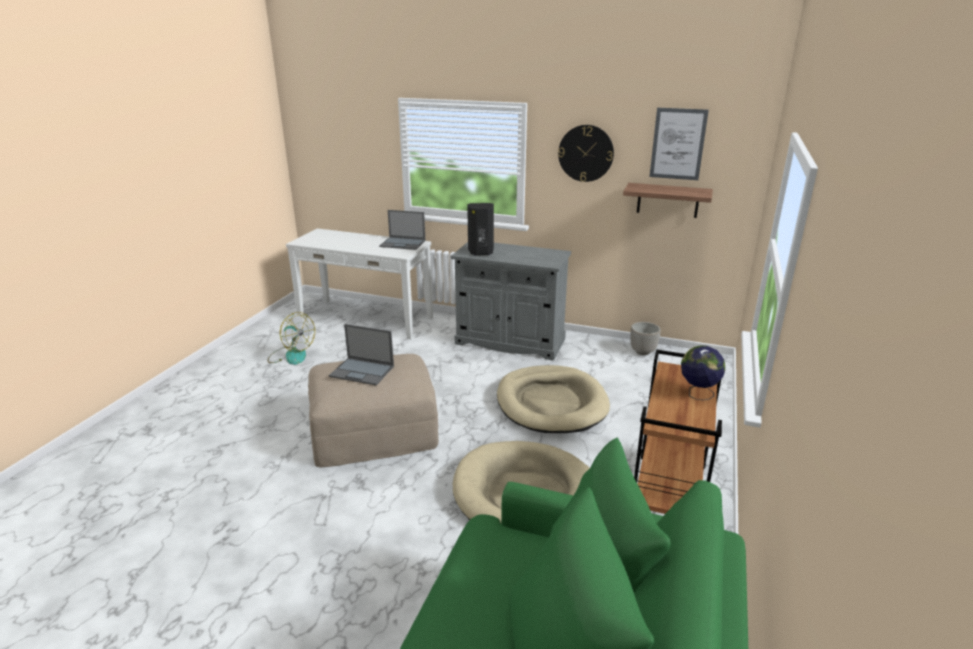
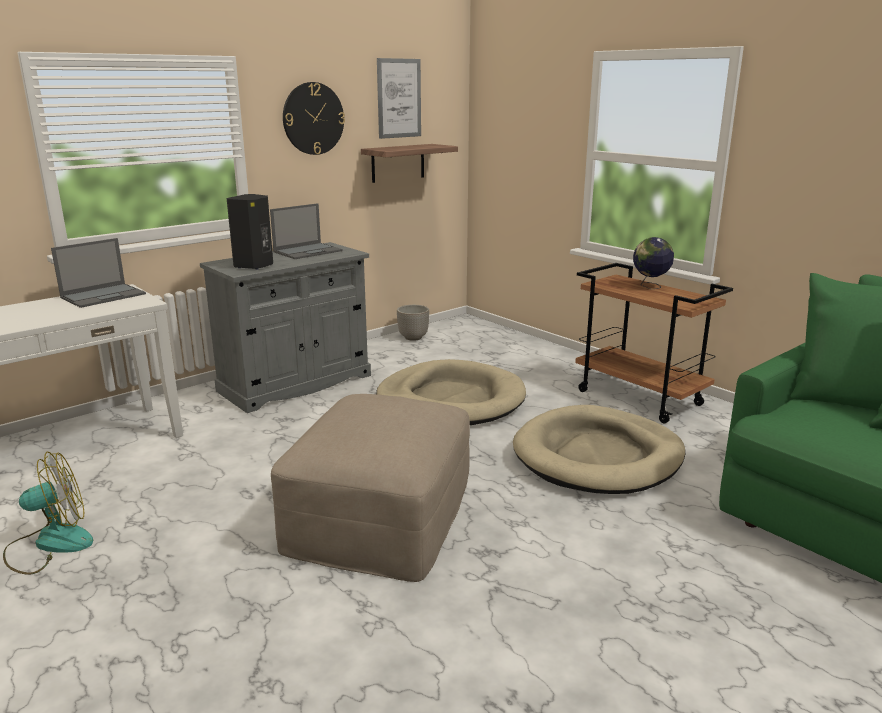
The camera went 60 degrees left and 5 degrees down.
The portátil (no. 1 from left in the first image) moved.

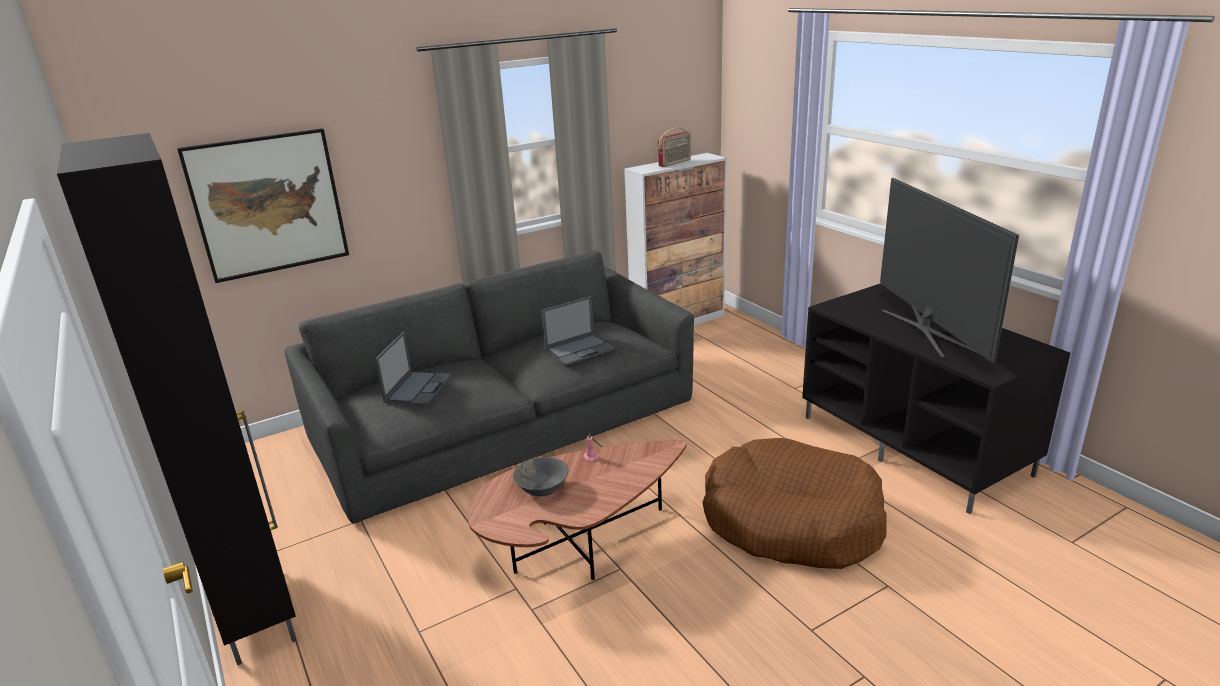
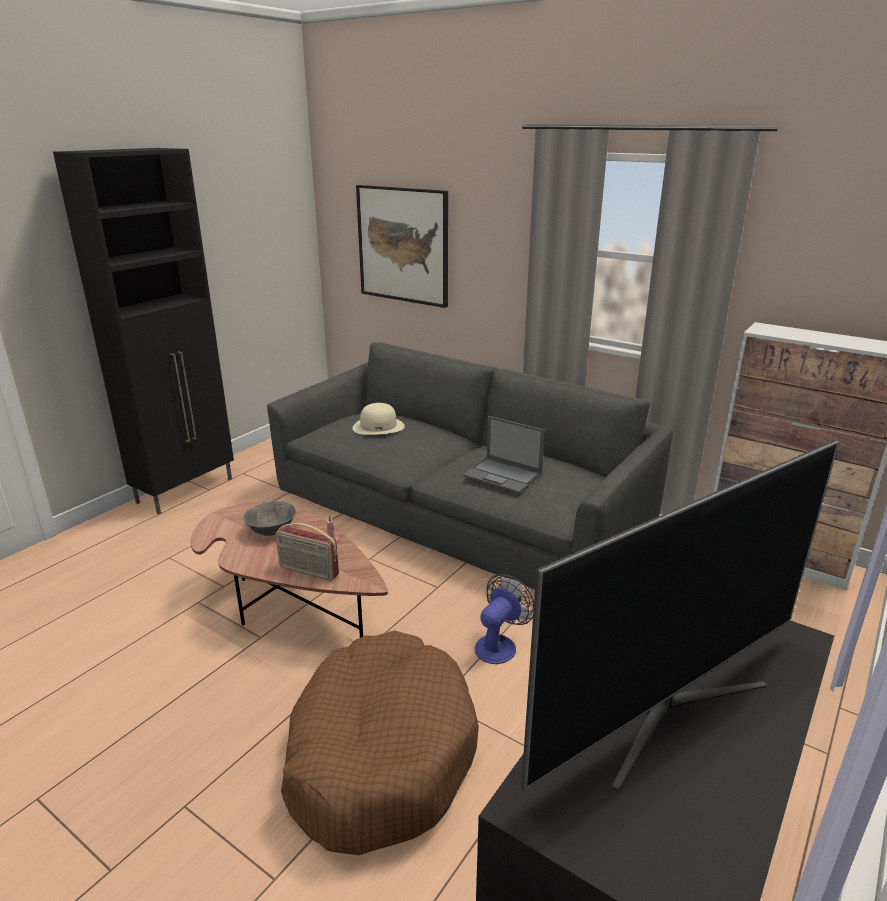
The camera went 65 degrees right and 0 degrees up.
The ventilador appeared.
The radio moved.
The portátil (no. 1 from left) was replaced by the sombrero (beis).

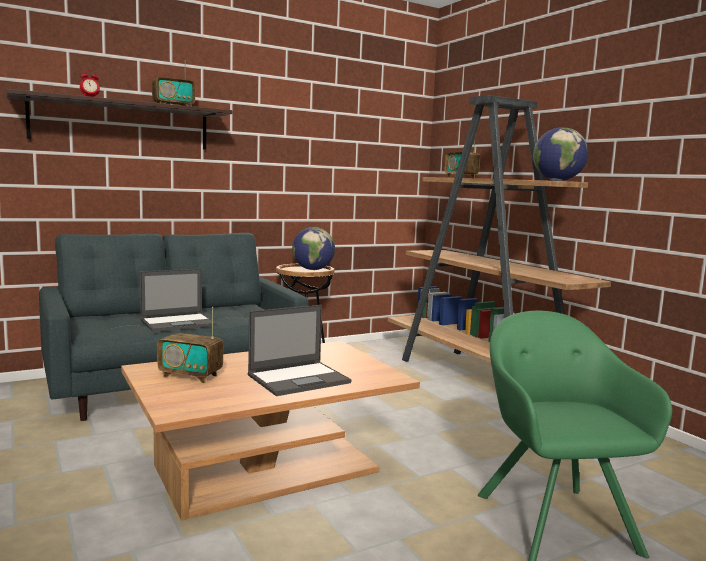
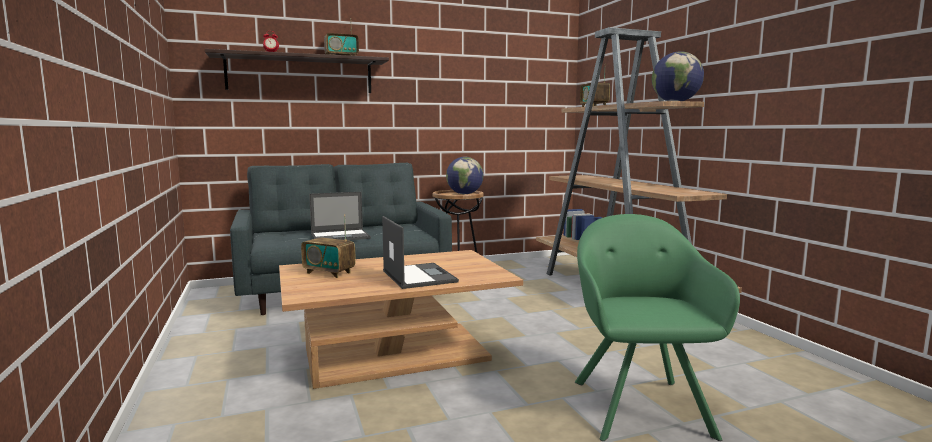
The camera went 10 degrees right and 0 degrees up.
The portátil (no. 2 from left) turned 90 degrees counterclockwise.

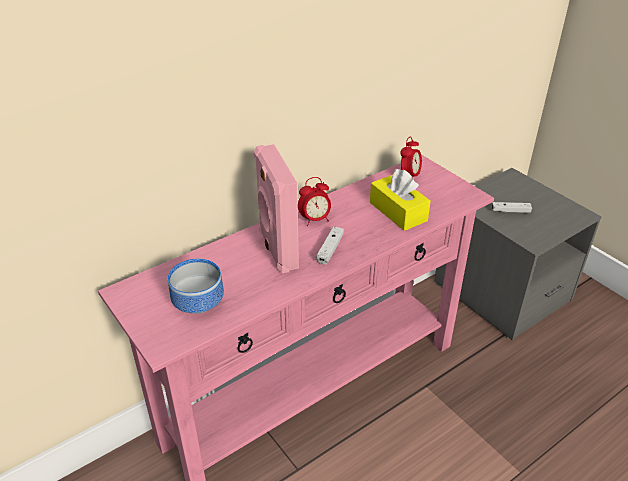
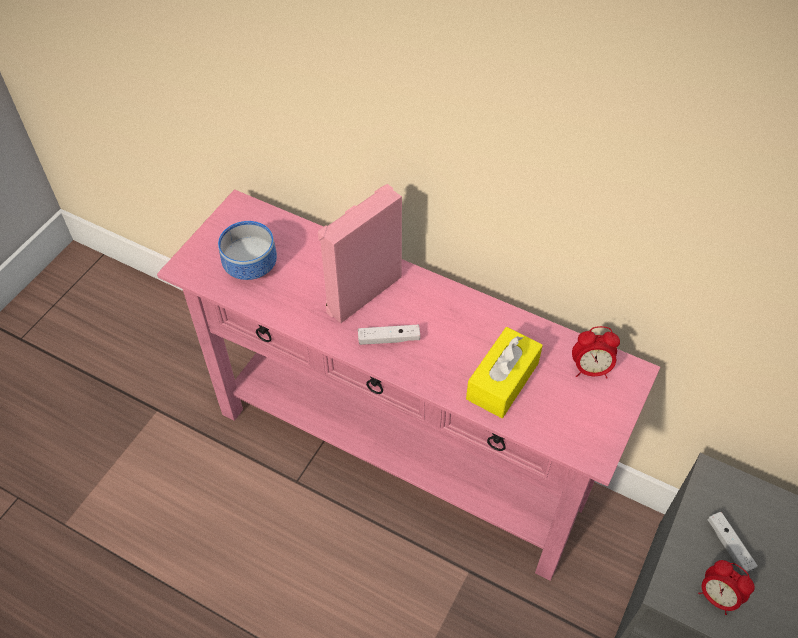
The camera went 65 degrees right and 15 degrees up.
The despertador (no. 1 from left in the first image) moved.

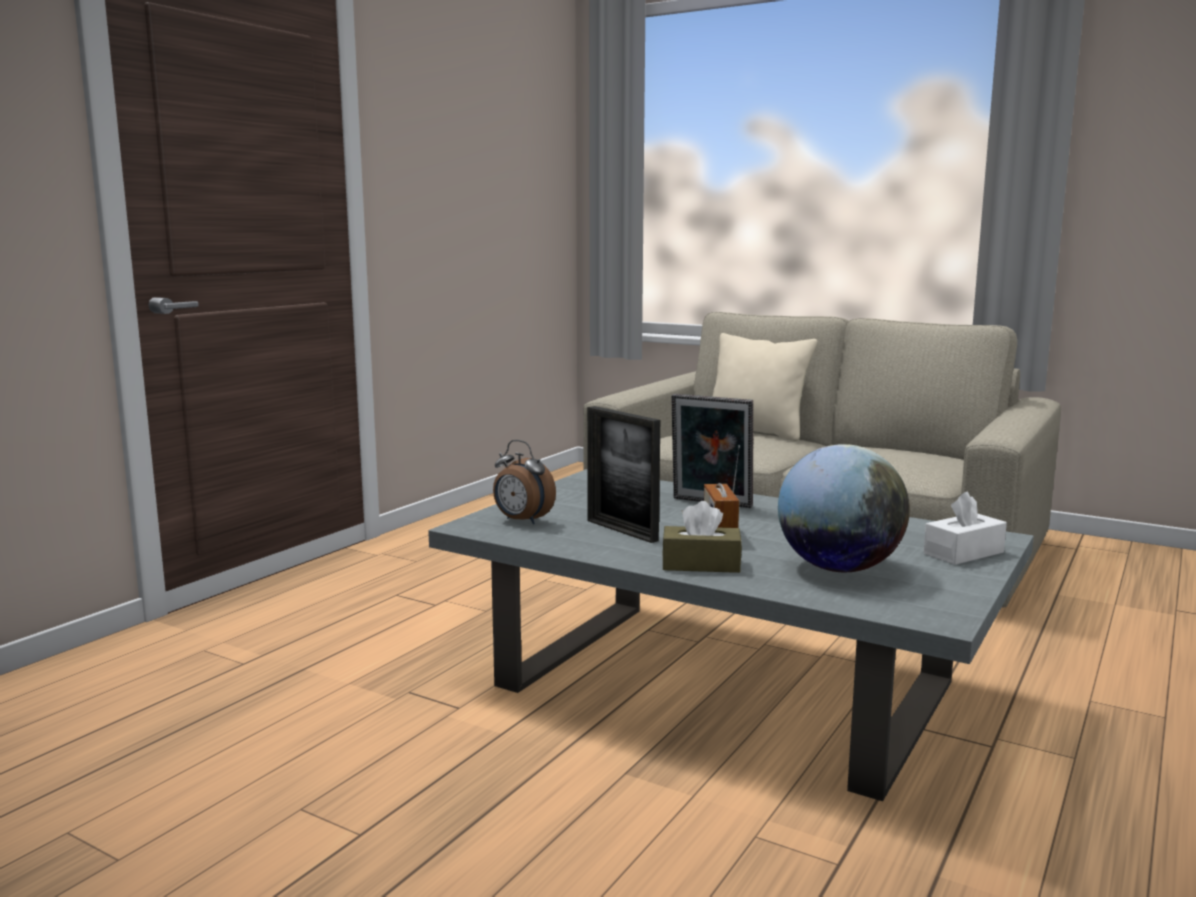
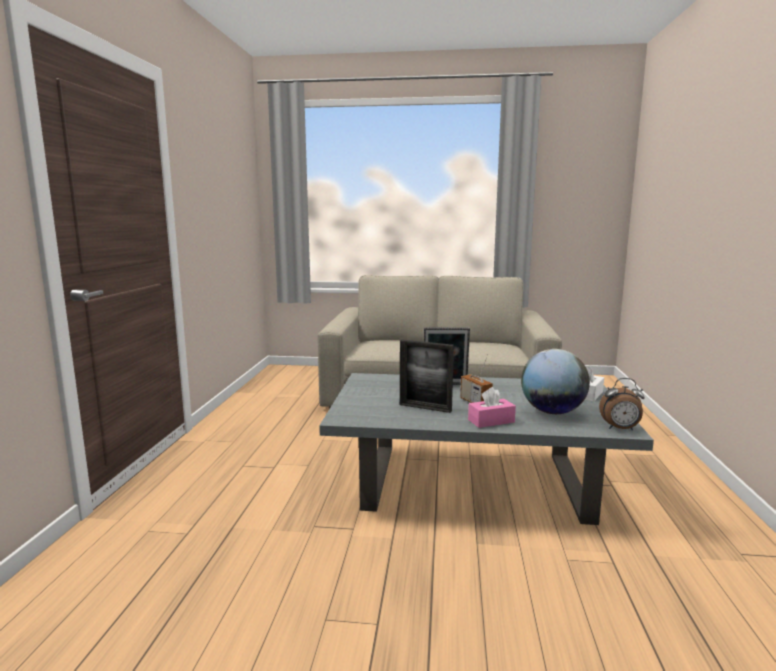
The camera went 25 degrees left and 0 degrees up.
The cojín (beis) disappeared.
The despertador moved.
The caja de pañuelos (marrón) became the caja de pañuelos (rosa).

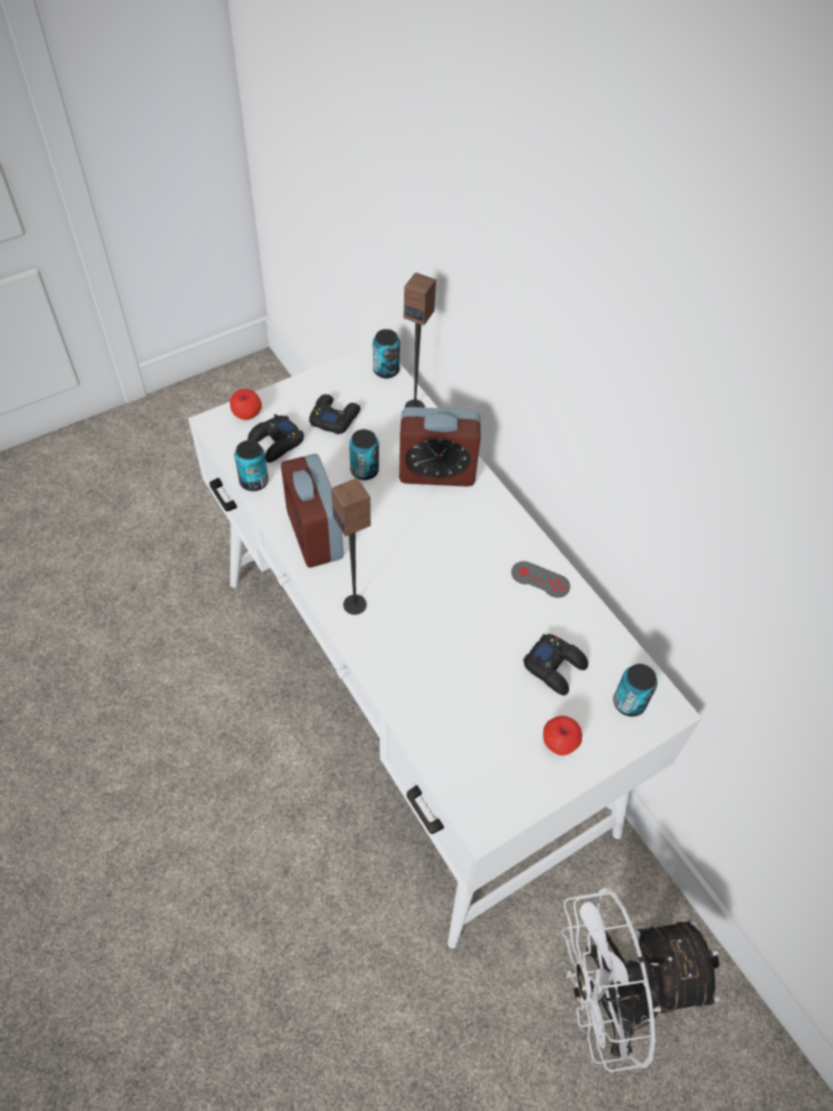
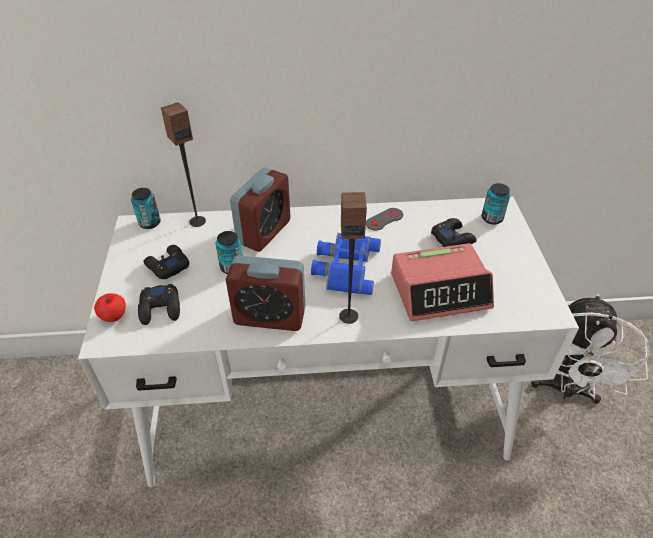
The camera went 60 degrees left and 10 degrees down.
The lata (no. 1 from left) disappeared.
The manzana (no. 2 from left) disappeared.
The prismáticos (azul) appeared.
The despertador (no. 3 from left) appeared.

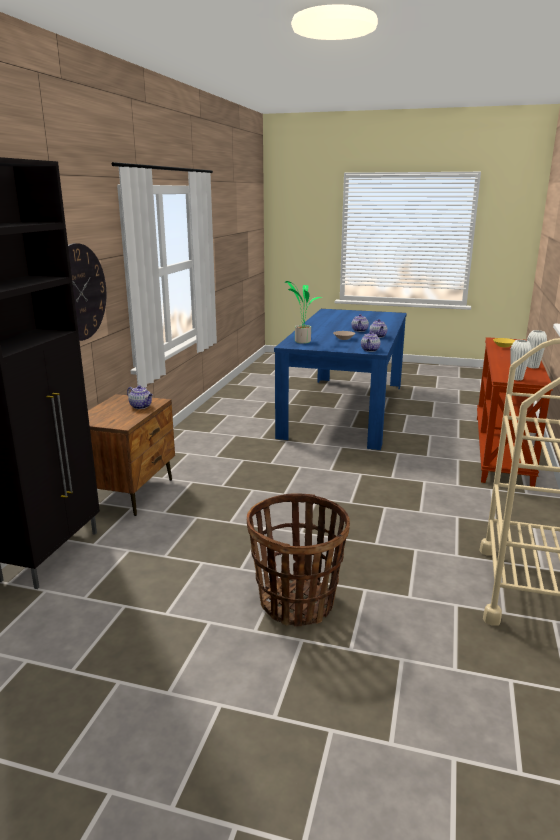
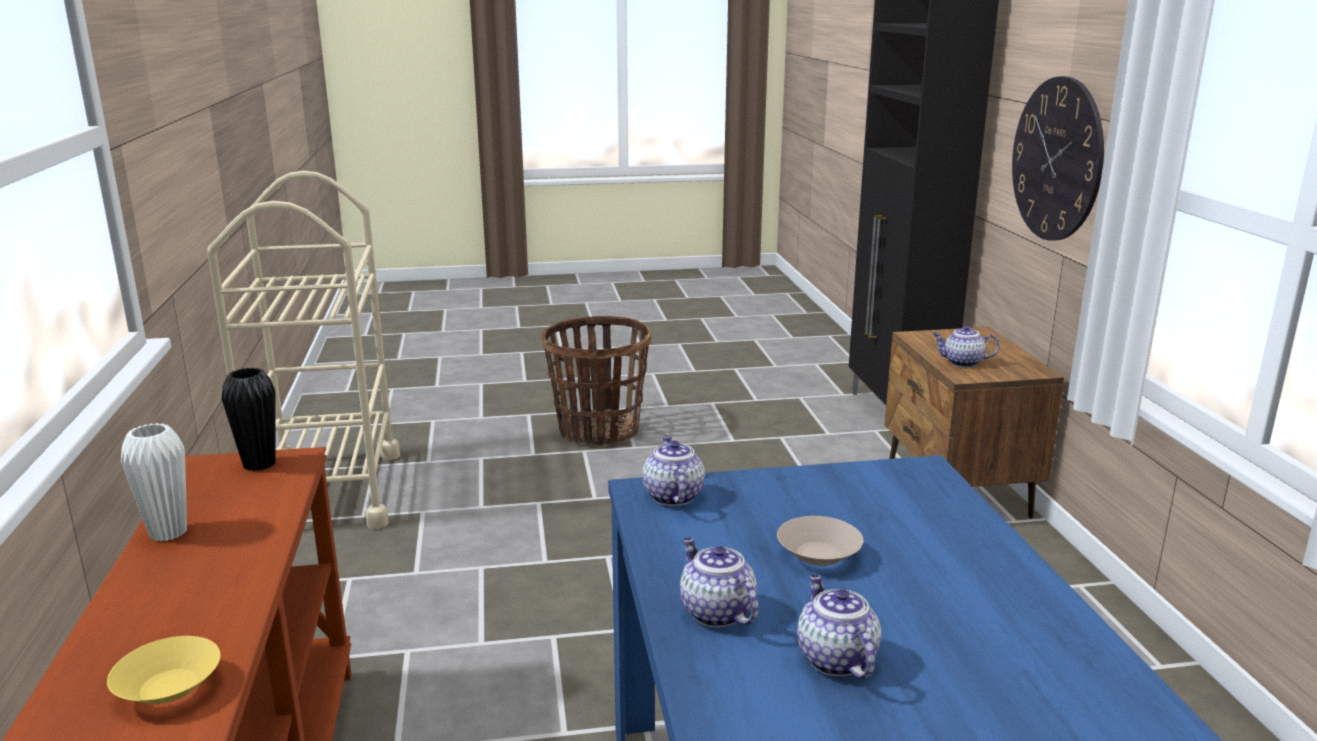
The camera went 155 degrees right and 0 degrees up.
The planta en maceta disappeared.
The florero (blanco) (no. 1 from left) became the florero (negro).

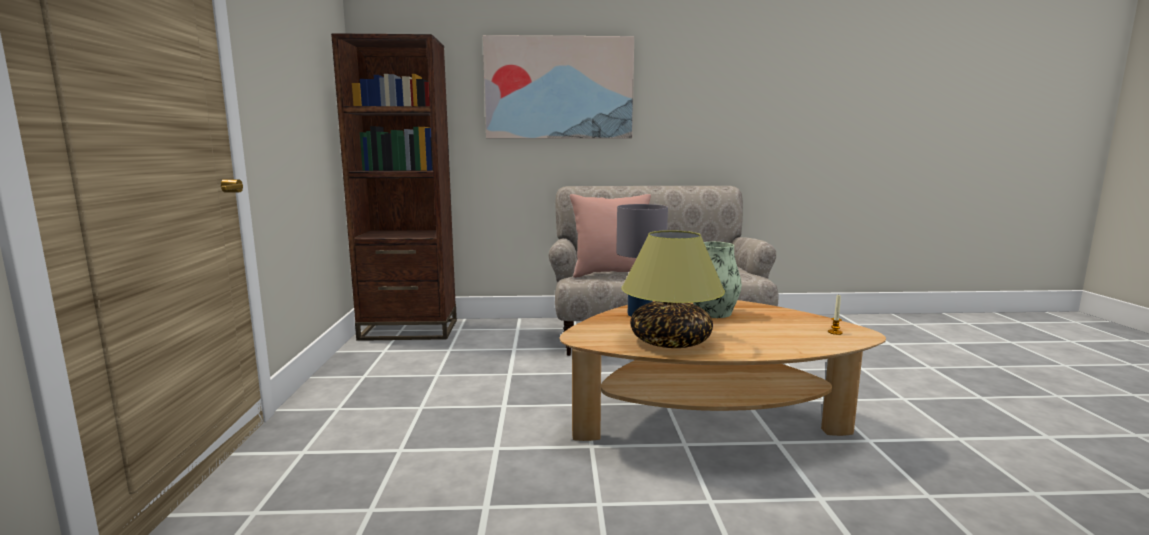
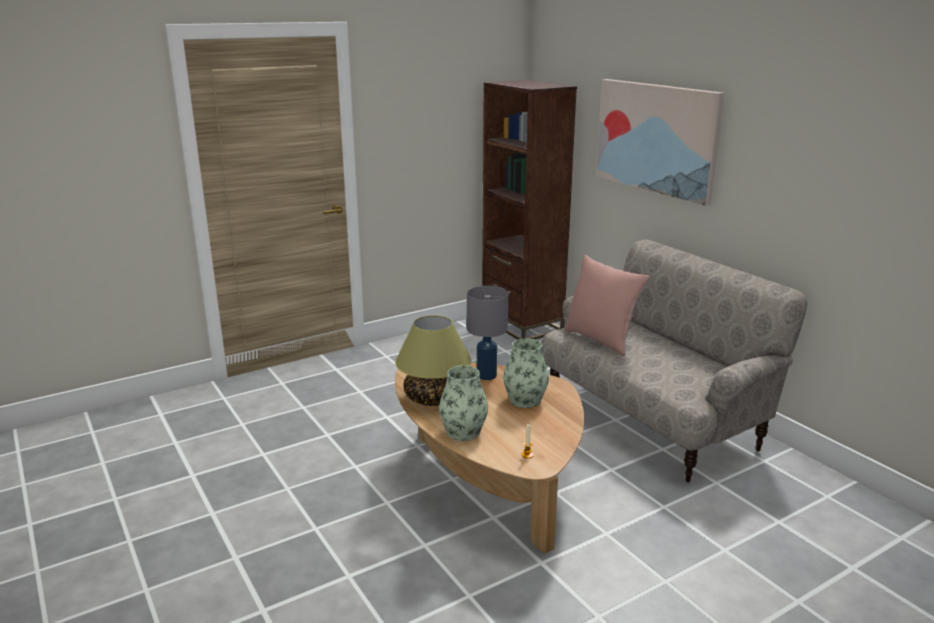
The camera went 60 degrees right and 10 degrees up.
The florero (no. 1 from left) appeared.

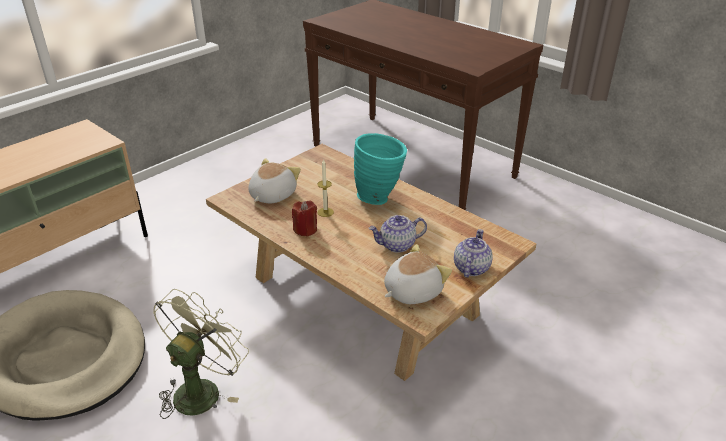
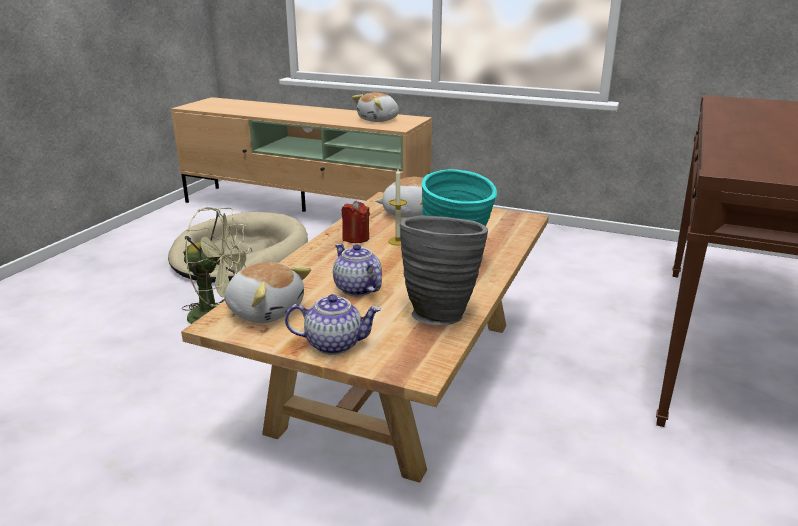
The camera went 70 degrees right and 10 degrees down.
The peluche (no. 2 from left) appeared.
The florero (gris) appeared.

